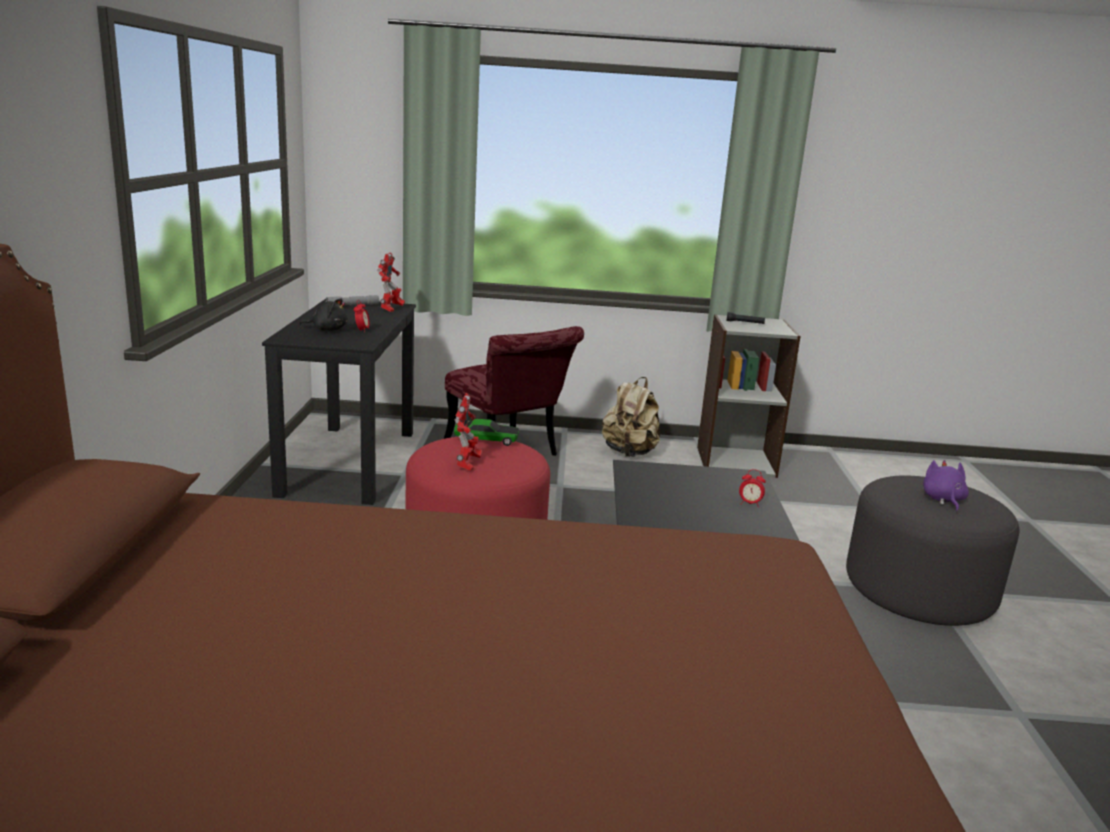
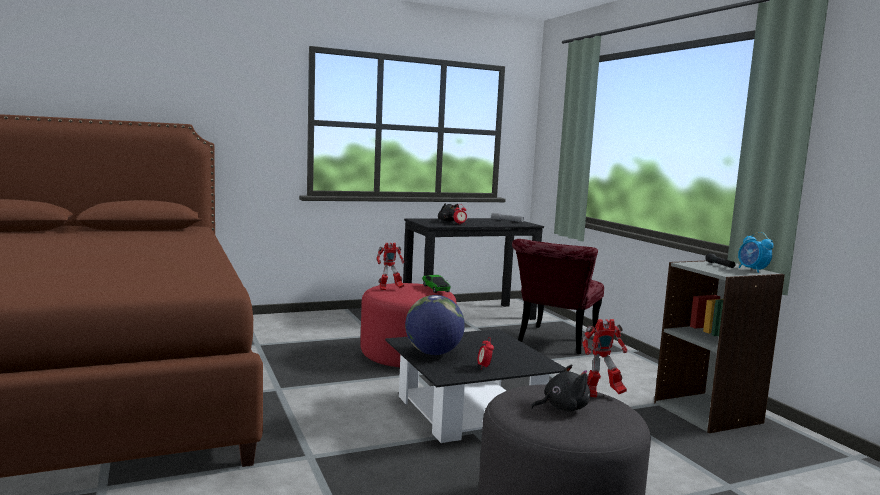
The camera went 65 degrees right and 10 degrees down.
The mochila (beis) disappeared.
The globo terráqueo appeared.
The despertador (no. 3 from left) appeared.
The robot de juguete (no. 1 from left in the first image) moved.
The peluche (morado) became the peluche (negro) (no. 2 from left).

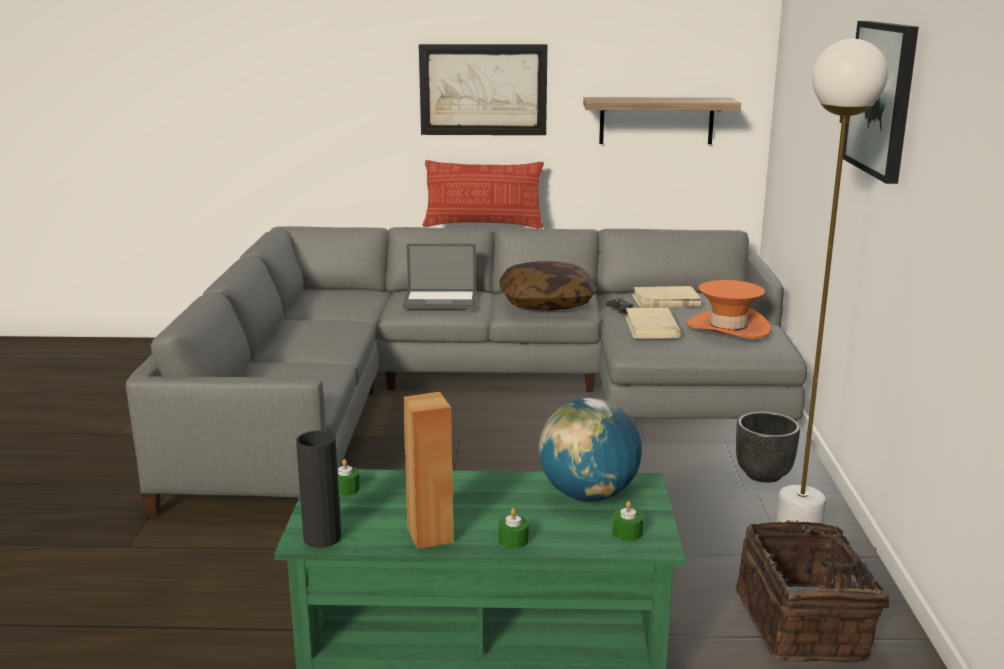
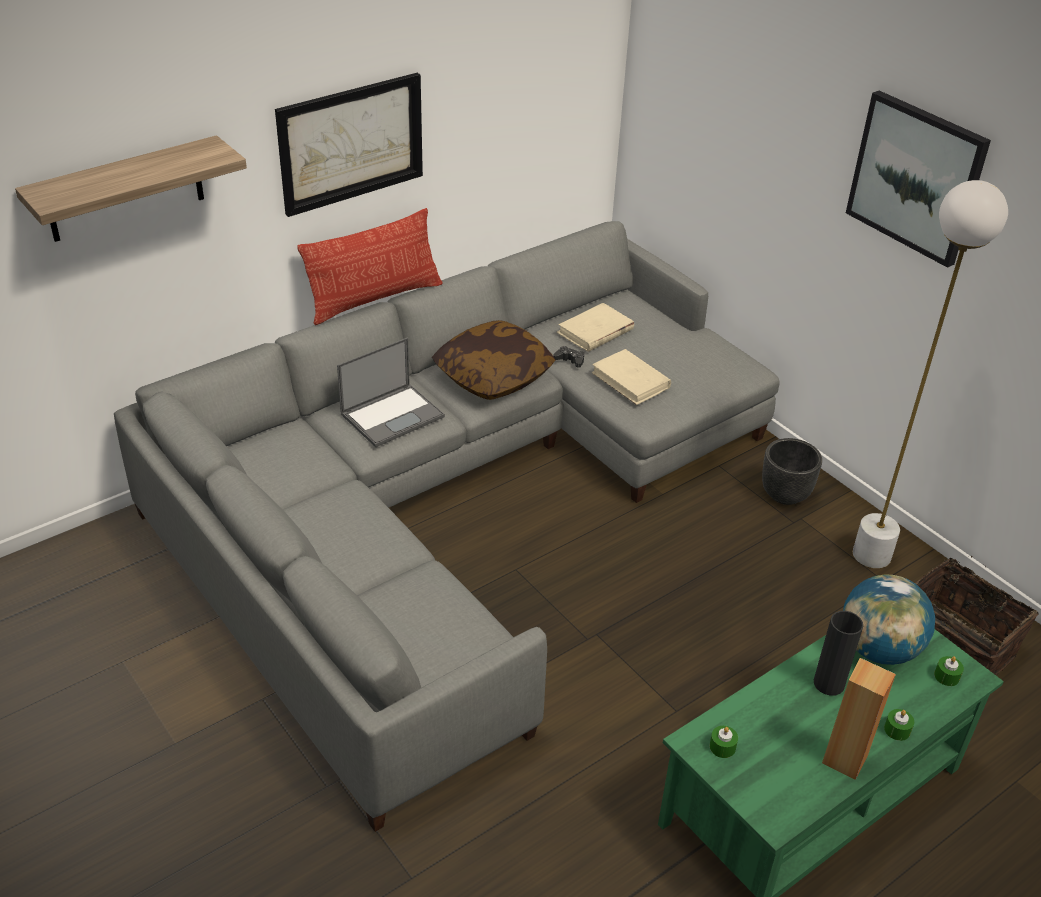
The camera went 40 degrees left and 20 degrees up.
The sombrero (naranja) disappeared.
The florero (negro) moved.
The estante moved.

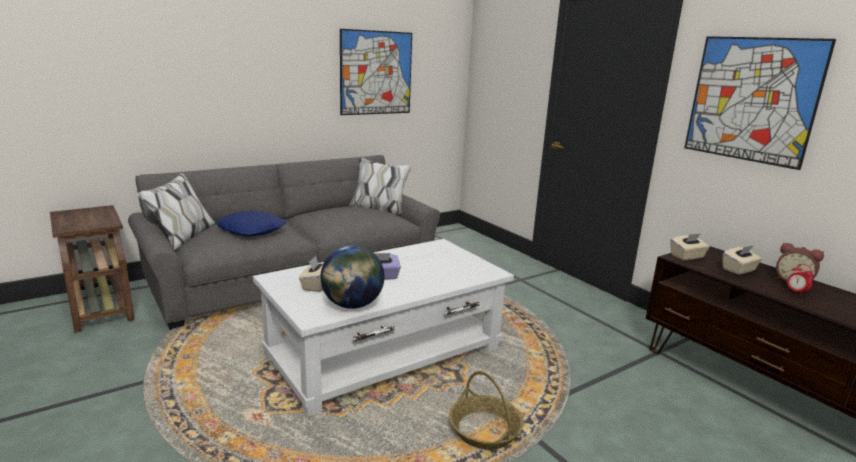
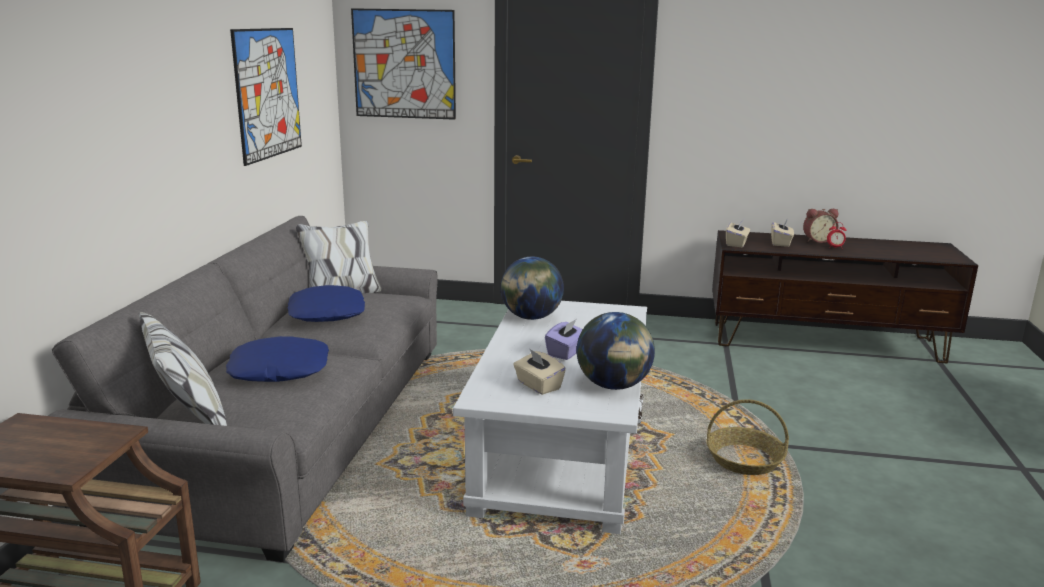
The camera went 45 degrees left and 0 degrees up.
The cojín (azul) (no. 2 from left) appeared.
The globo terráqueo (no. 1 from left) appeared.
The cuadro (no. 2 from left) moved.

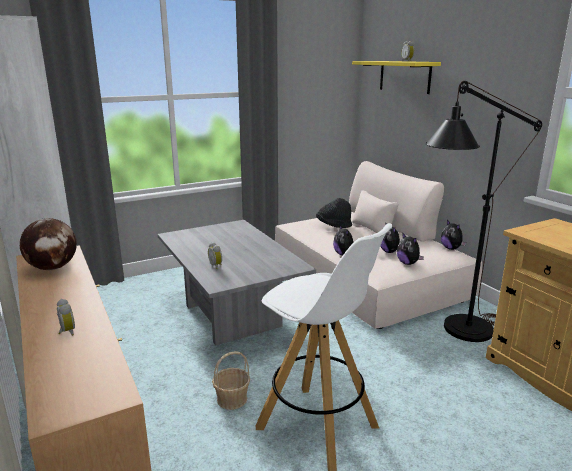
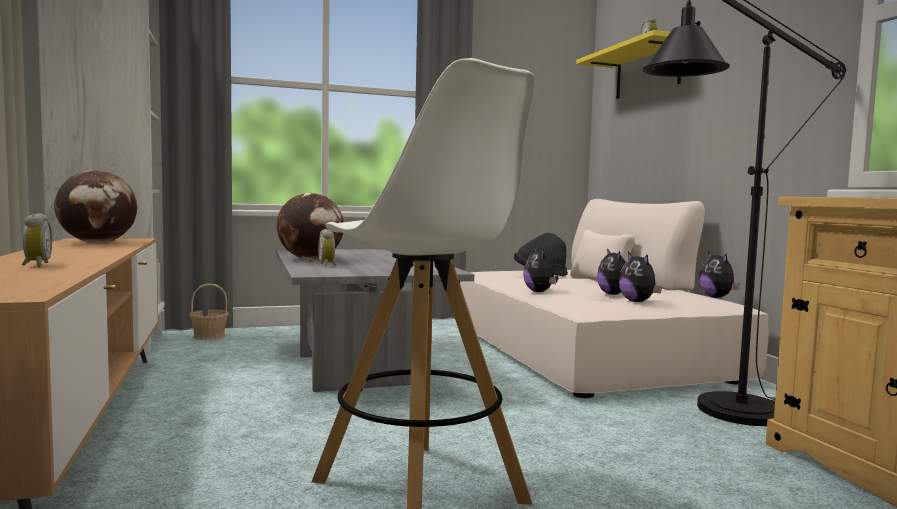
The camera went 10 degrees right and 15 degrees down.
The globo terráqueo (no. 2 from left) appeared.
The cesta moved.

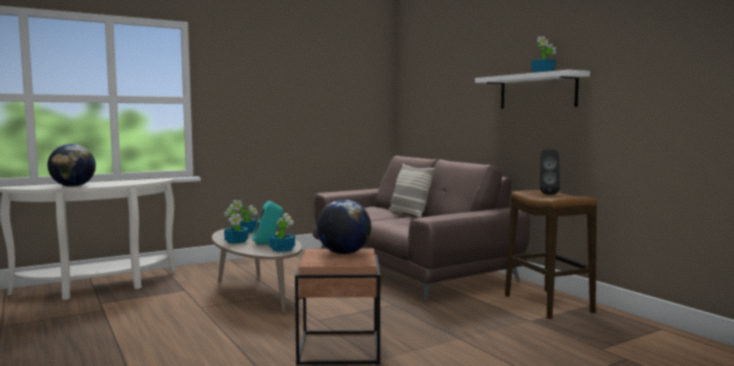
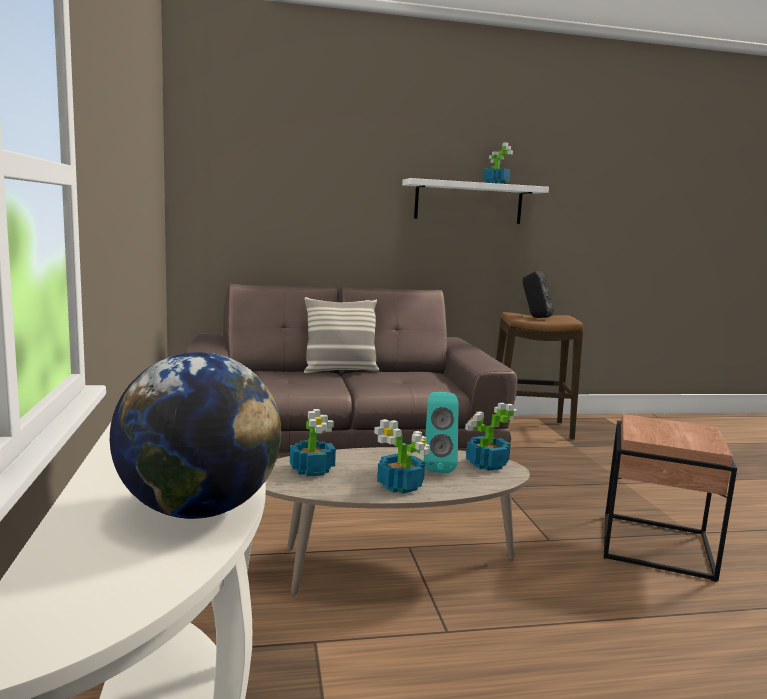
The camera went 70 degrees left and 5 degrees up.
The globo terráqueo (no. 2 from left) disappeared.

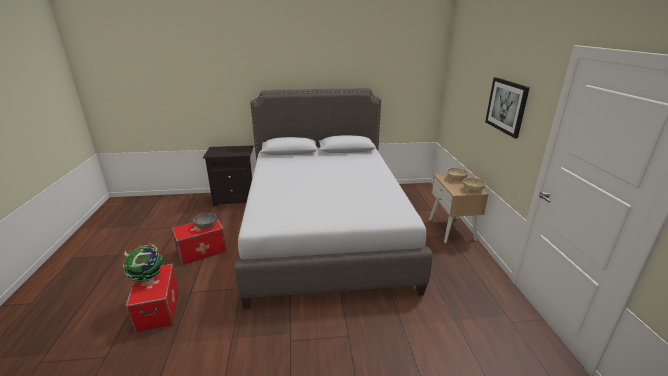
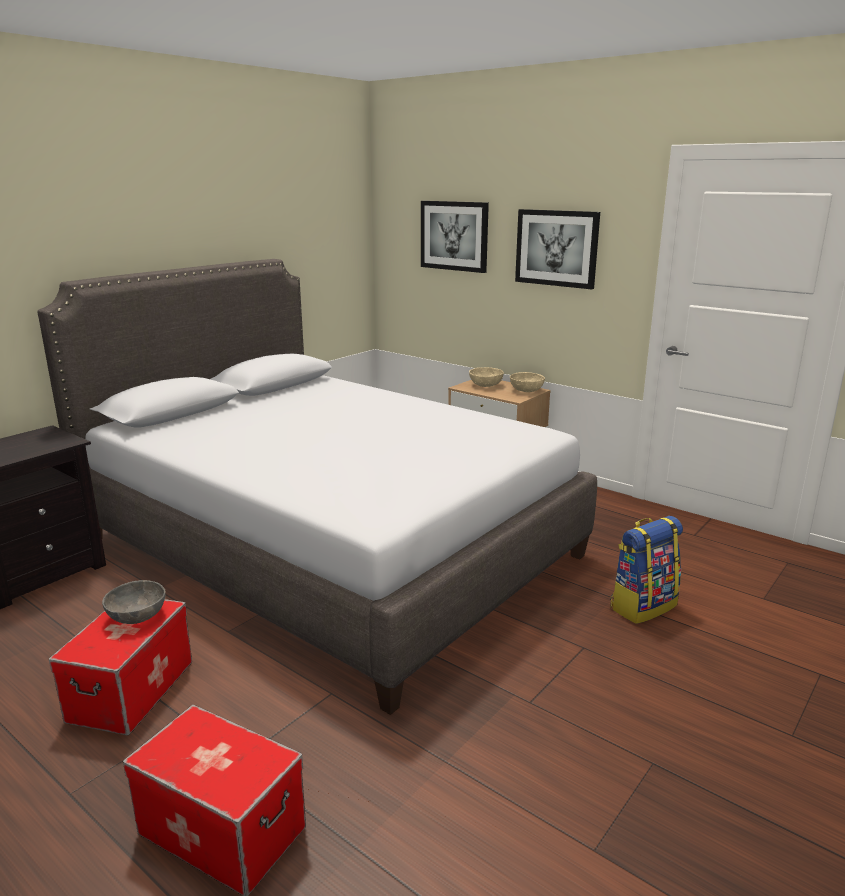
The camera went 45 degrees left and 5 degrees down.
The globo terráqueo disappeared.
The cuadro (no. 1 from left) appeared.
The mochila appeared.

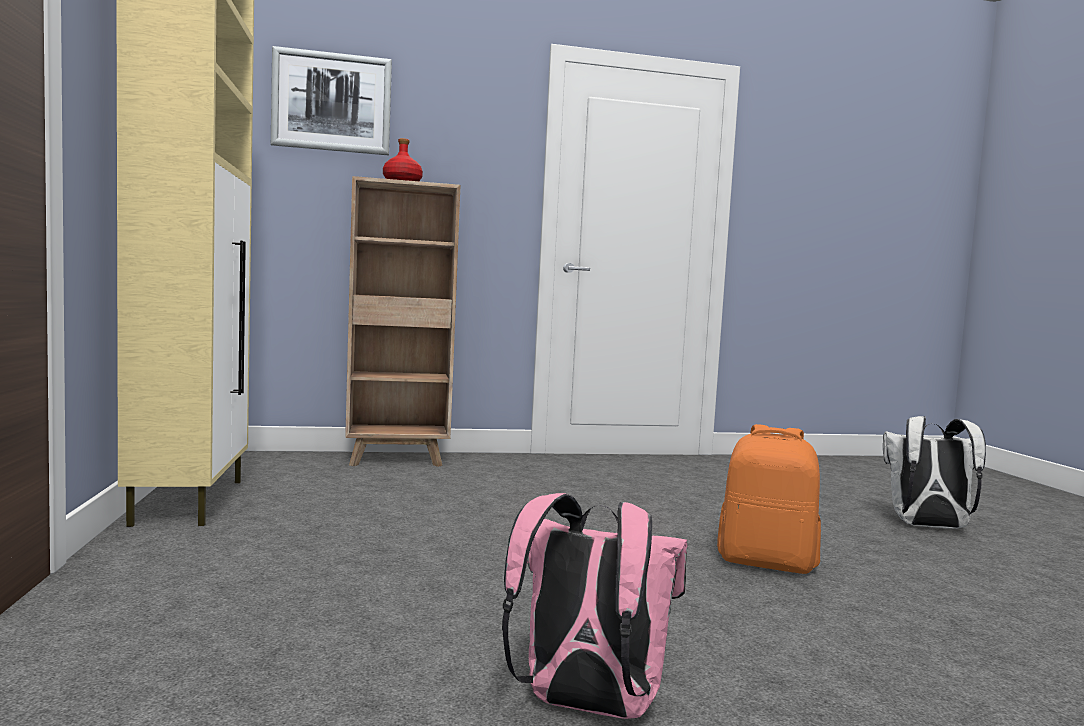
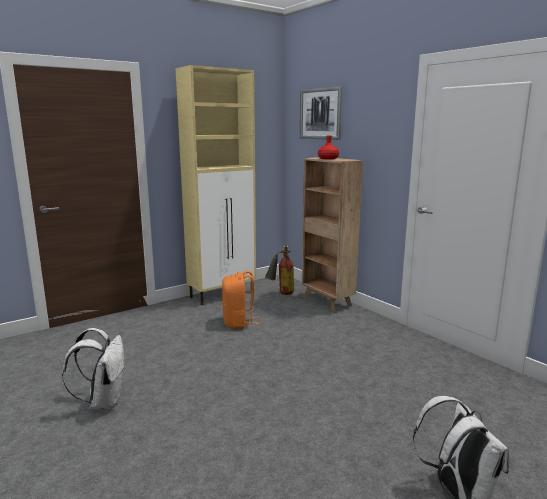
The camera went 65 degrees right and 10 degrees up.
The extintor appeared.
The mochila (naranja) moved.
The mochila (rosa) became the mochila (blanco) (no. 1 from left).

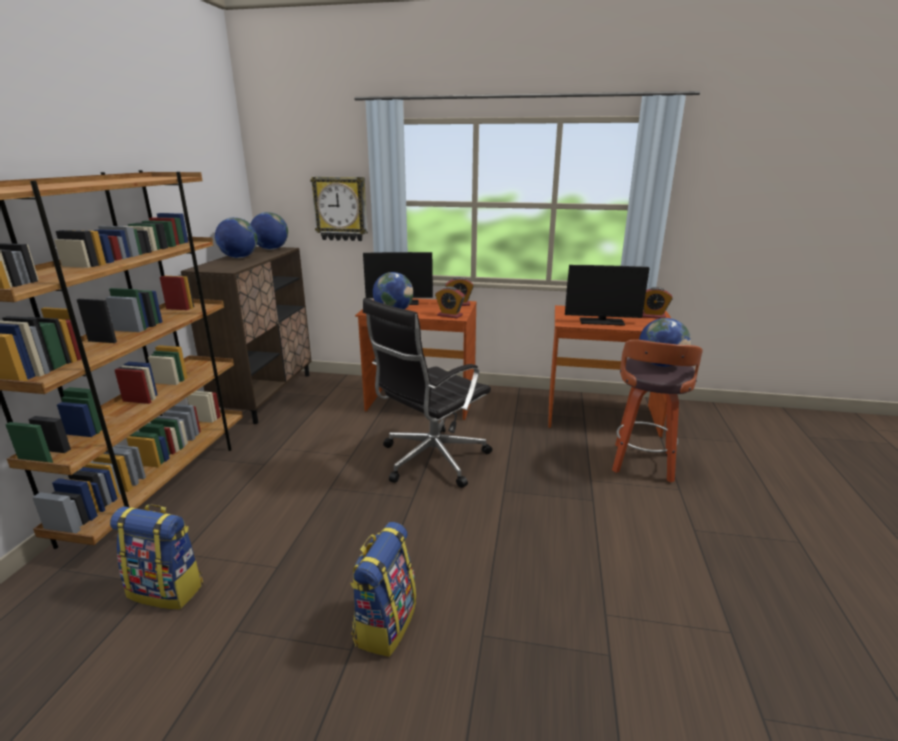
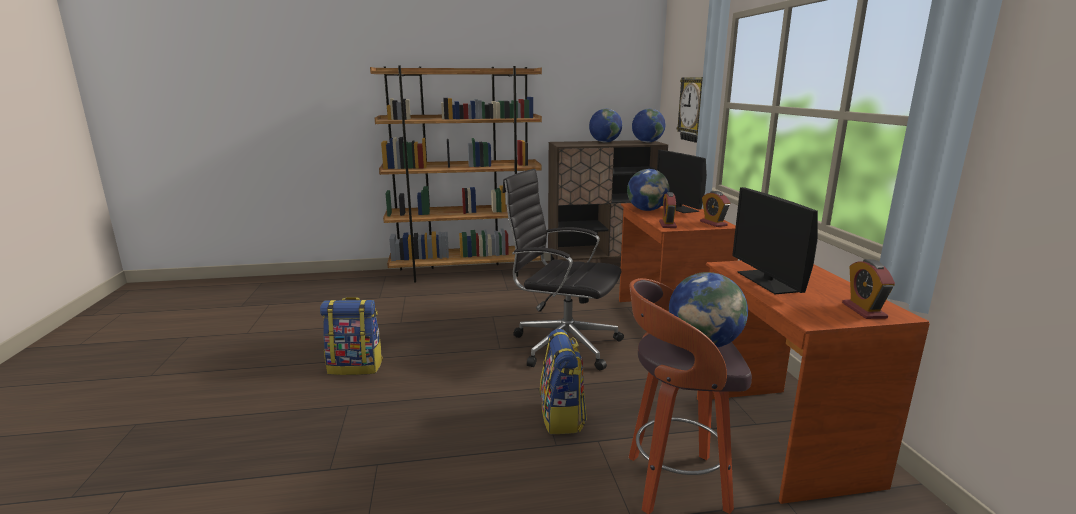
The camera went 70 degrees right and 5 degrees down.
The mochila (no. 1 from left in the first image) moved.

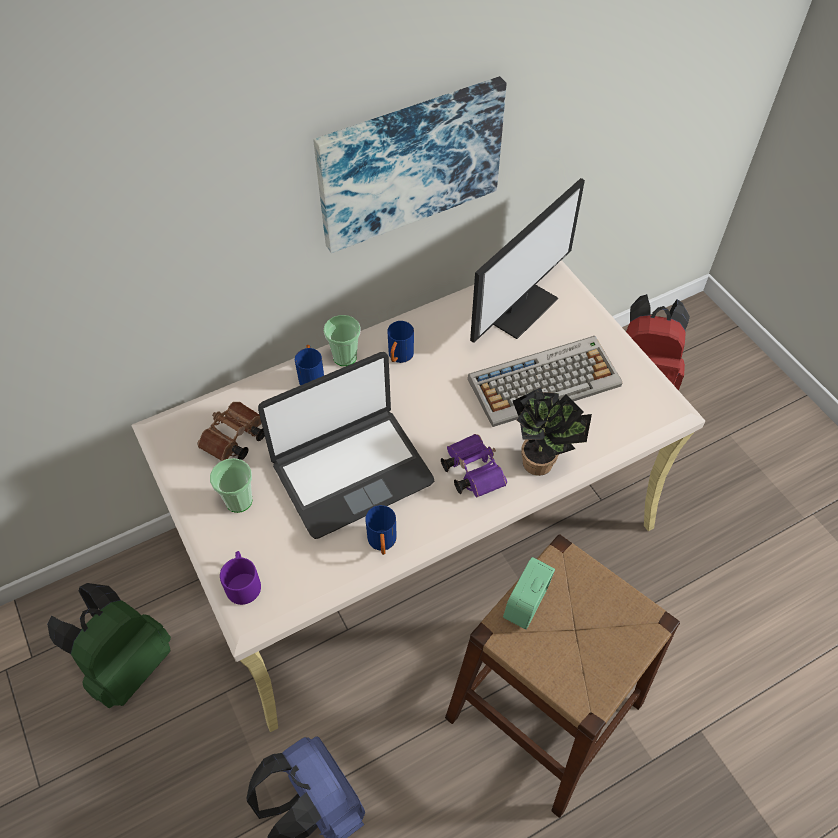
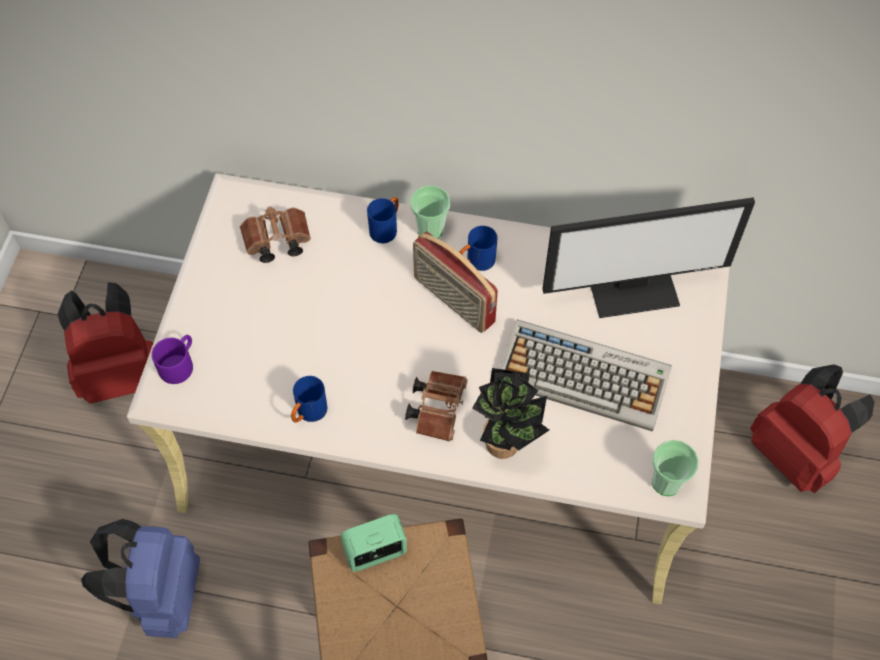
The camera went 40 degrees right and 5 degrees up.
The portátil disappeared.
The cuadro disappeared.
The radio appeared.
The taza (no. 1 from left in the first image) moved.
The mochila (verde) became the mochila (rojo) (no. 1 from left).
The prismáticos (morado) became the prismáticos (marrón) (no. 2 from left).

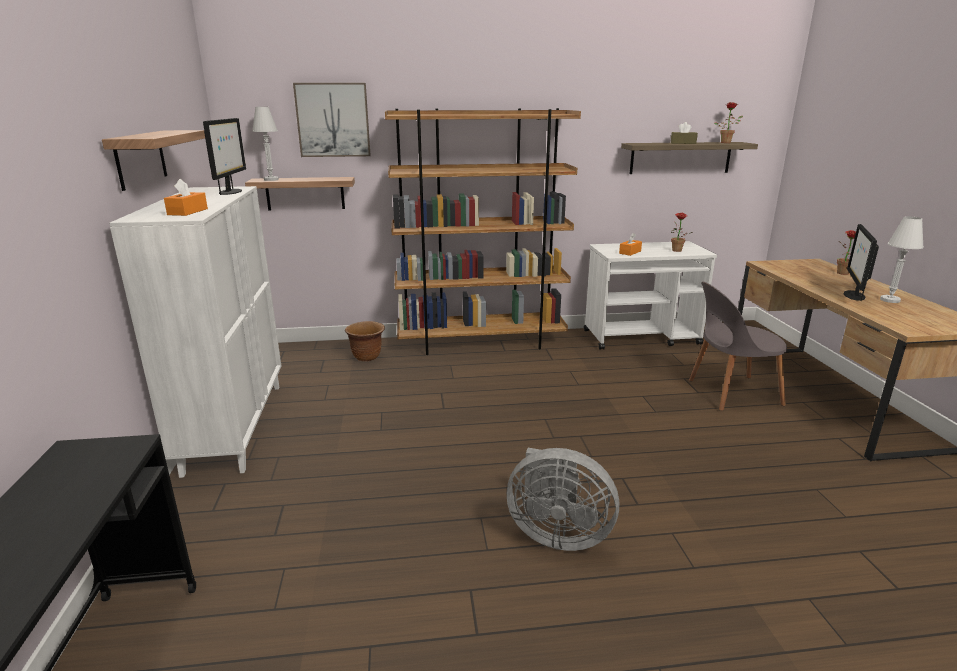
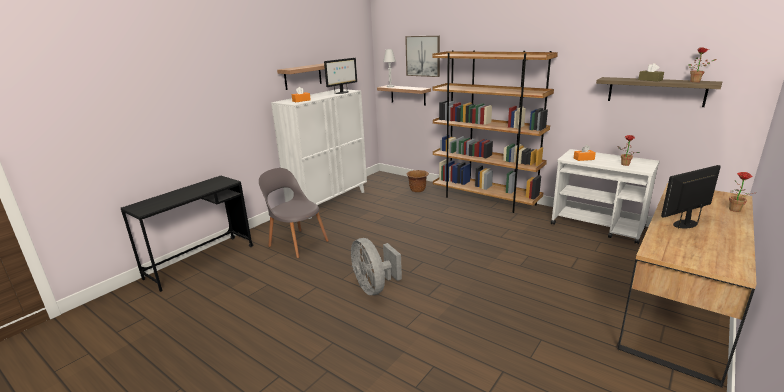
The camera went 45 degrees right and 0 degrees up.
The lámpara de mesa (blanco) (no. 2 from left) disappeared.
The silla (gris) moved.

